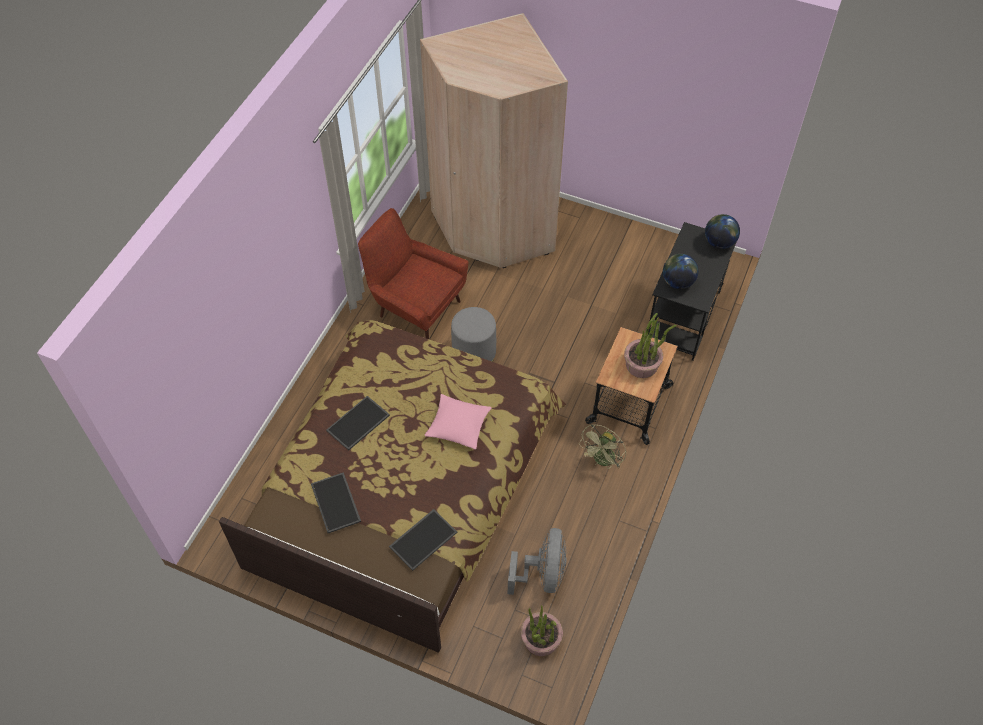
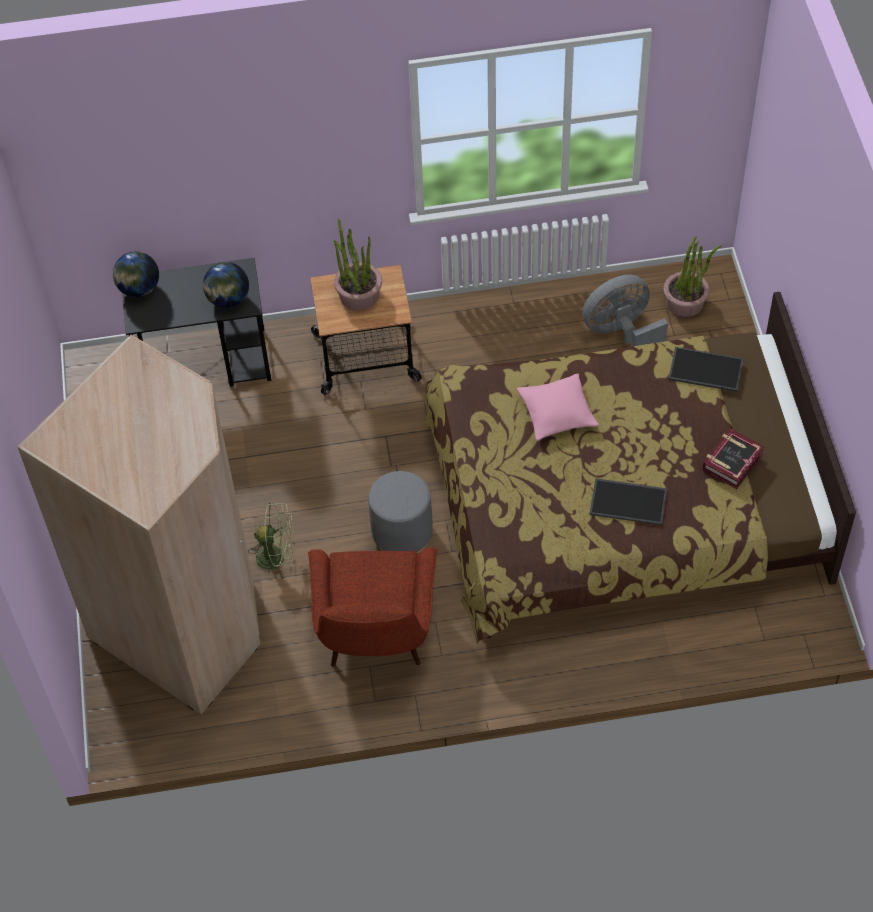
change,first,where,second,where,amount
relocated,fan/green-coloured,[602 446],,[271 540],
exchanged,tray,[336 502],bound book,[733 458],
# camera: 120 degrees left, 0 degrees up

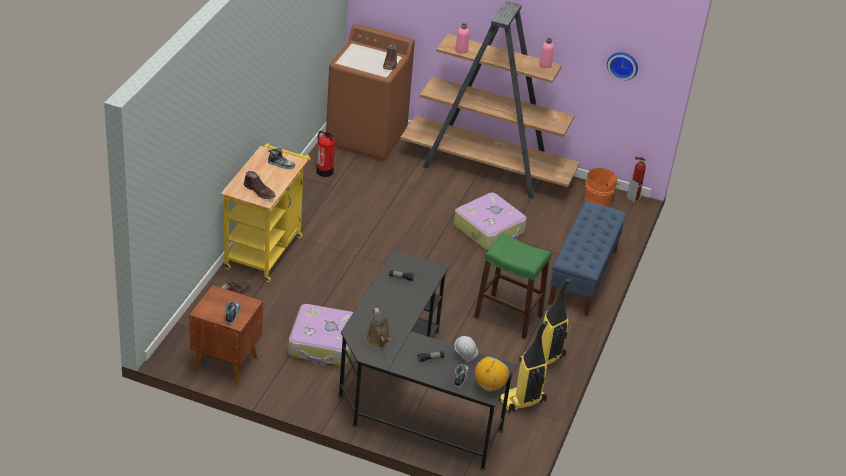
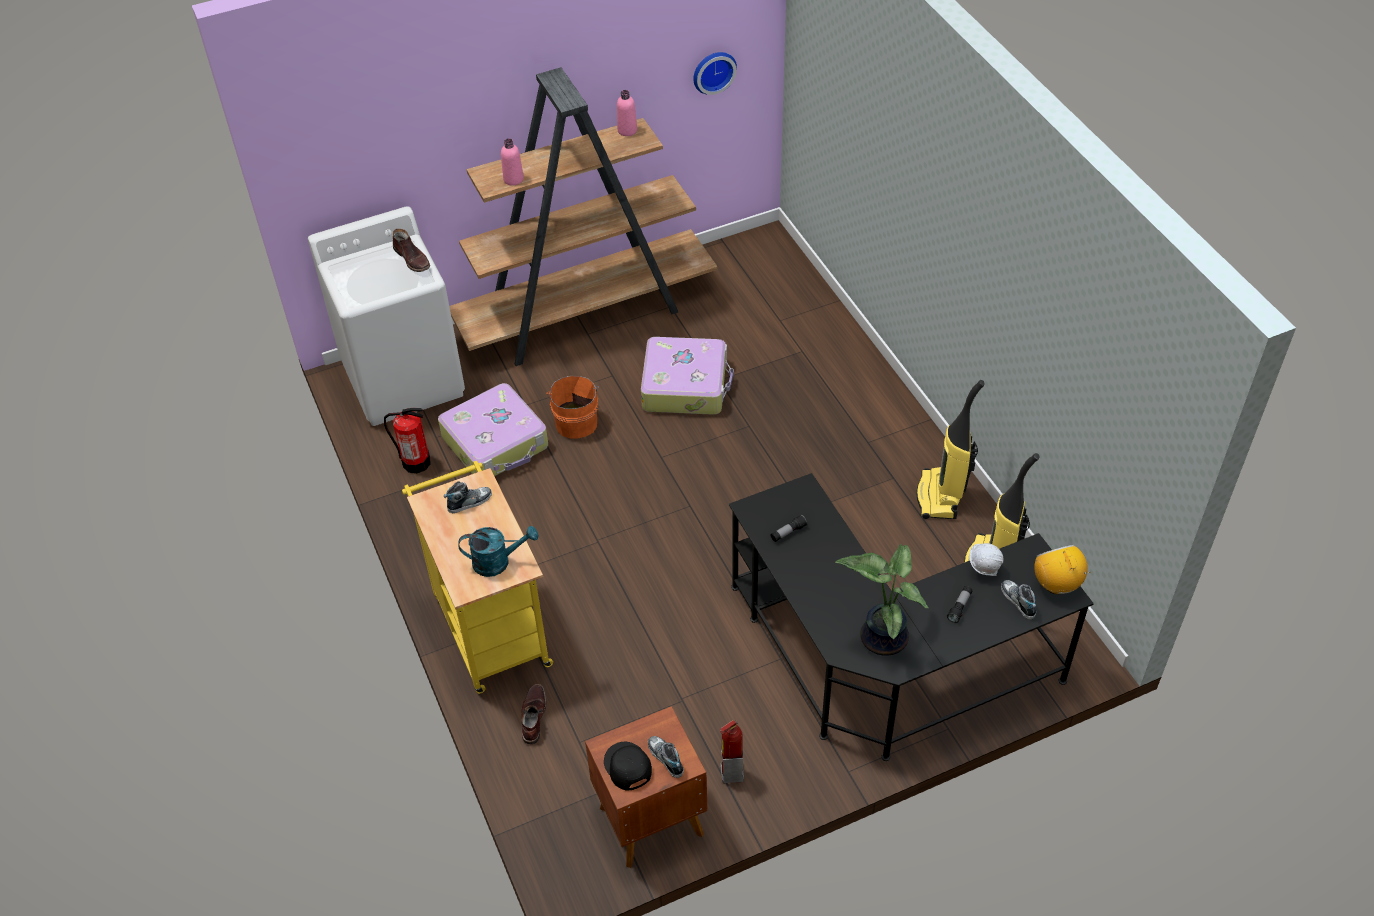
change,first,where,second,where,amount
missing,sitting stool/green-coloured,[512 286],,,
missing,indoor bench/bluish,[587 259],,,
appeared,,,baseball cap/black,[628 766],
relocated,suitcase,[320 334],,[493 429],
relocated,pail/orange-coloured,[602 187],,[572 407],
relocated,extinguisher,[636 179],,[732 751],
exchanged,high-top boot/brown-coloured,[260 185],watering can/turquoise,[498 551],
exchanged,watering can/brown-coloured,[378 328],plant in a pot,[881 600],
colour,laundry appliance/brown-coloured,[370 93],laundry appliance/white,[386 316],
# camera: 40 degrees left, 10 degrees up

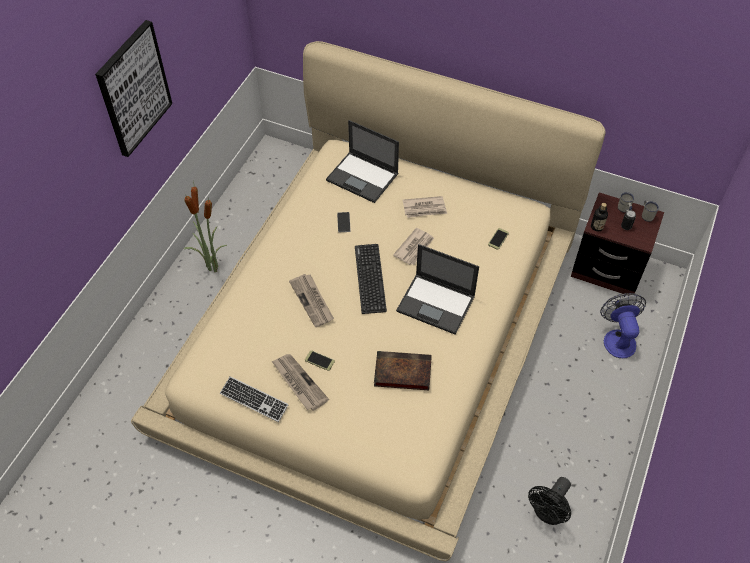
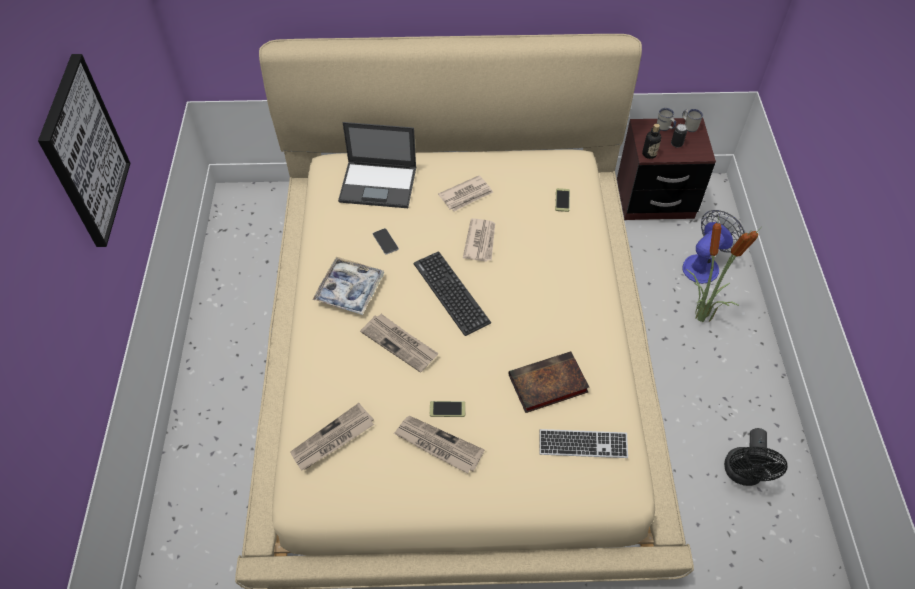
change,first,where,second,where,amount
missing,portable computer,[437 289],,,
appeared,,,daily paper,[332 436],
appeared,,,tray,[348 286],
relocated,plant in a pot,[205 225],,[723 269],
relocated,PC keyboard,[254 399],,[584 443],
spun,fan,[623 325],,[714 247],75 degrees clockwise
# camera: 25 degrees left, 0 degrees up

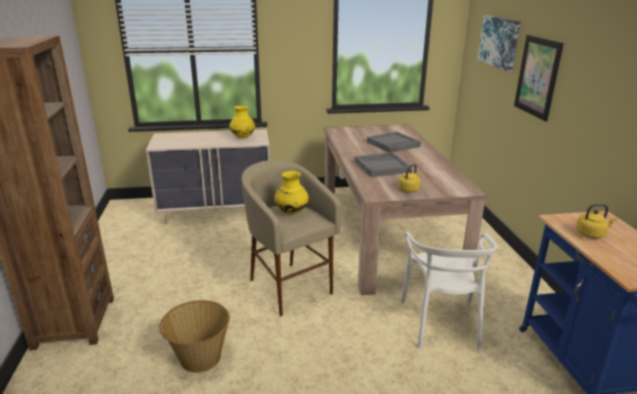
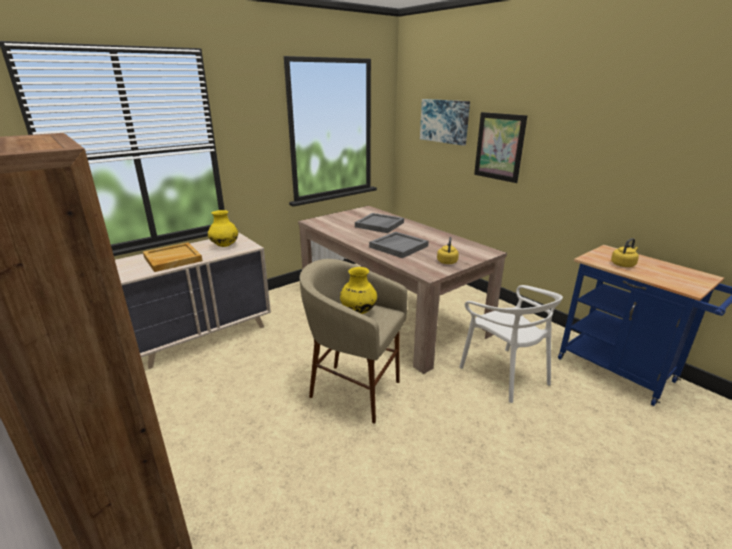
change,first,where,second,where,amount
missing,basket,[195 336],,,
appeared,,,tray/sand-coloured,[173 257],
# camera: 30 degrees left, 0 degrees up

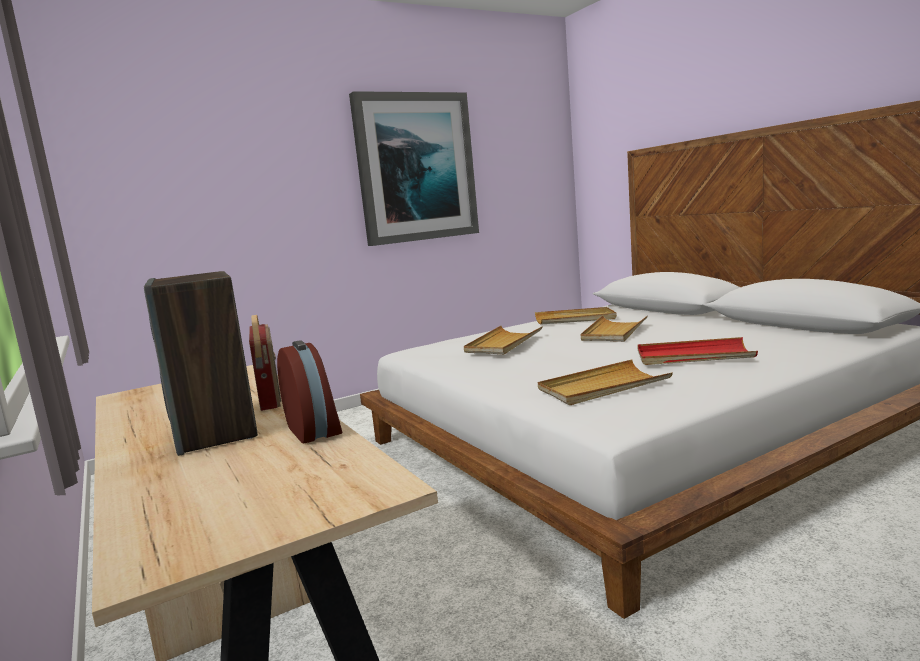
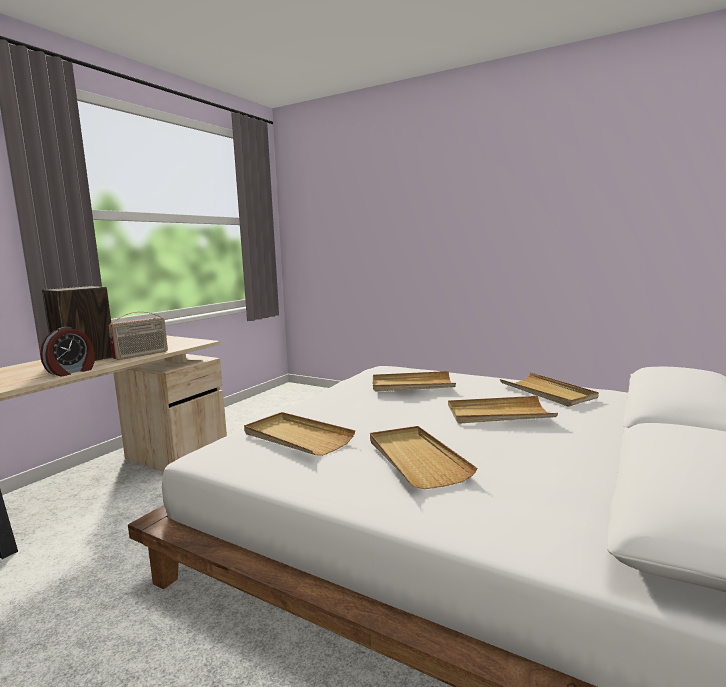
change,first,where,second,where,amount
missing,wall art,[414 168],,,
colour,tray/red,[697 351],tray/sand-coloured,[423 457],
# camera: 60 degrees right, 0 degrees up

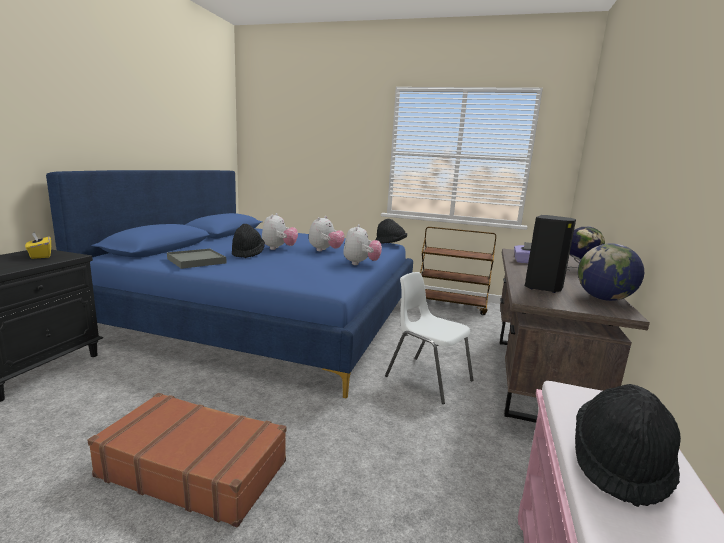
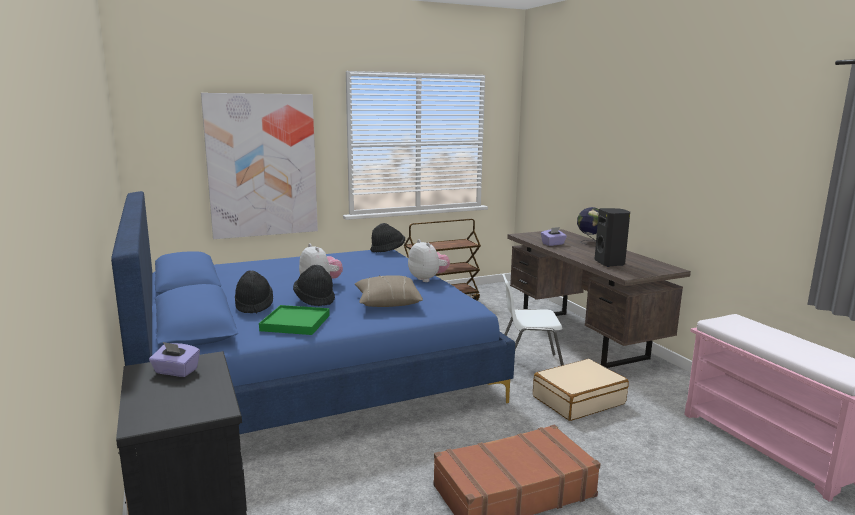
change,first,where,second,where,amount
missing,soft toy,[327 233],,,
missing,globe,[611 272],,,
appeared,,,wall art,[259 166],
appeared,,,throw pillow/sand-coloured,[389 291],
appeared,,,suitcase/sand-coloured,[581 390],
relocated,clothing hat/black,[628 445],,[254 291],
colour,tissue box/yellow,[38 245],tissue box/purple,[174 359],
colour,tray/greyish,[197 259],tray/green-coloured,[294 320],
# camera: 40 degrees left, 0 degrees up

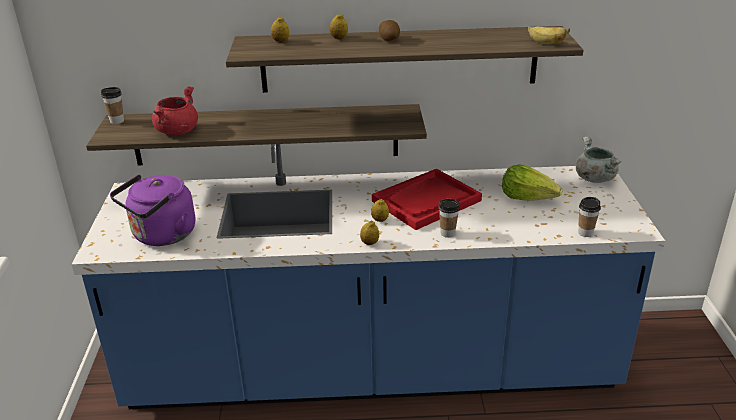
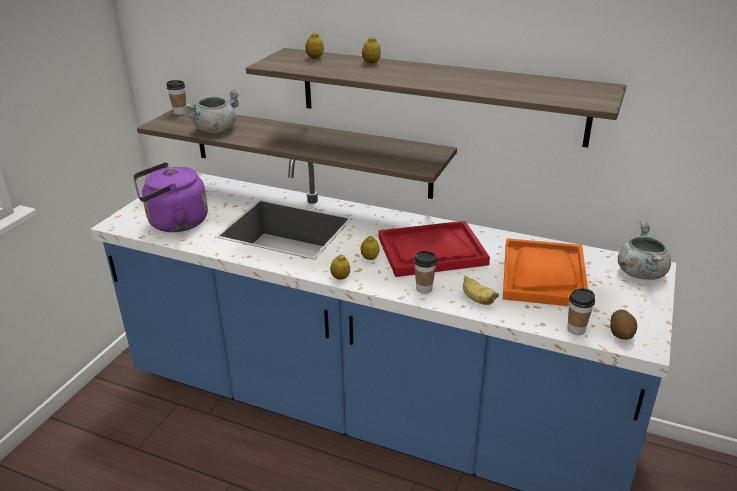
change,first,where,second,where,amount
relocated,spud,[389 30],,[623 325],
relocated,whole banana,[549 35],,[481 290],
exchanged,head of lettuce,[532 182],tray/orange-coloured,[545 272],
colour,cooking pot/red,[175 110],cooking pot/greyish,[212 111],
# camera: 25 degrees right, 0 degrees up

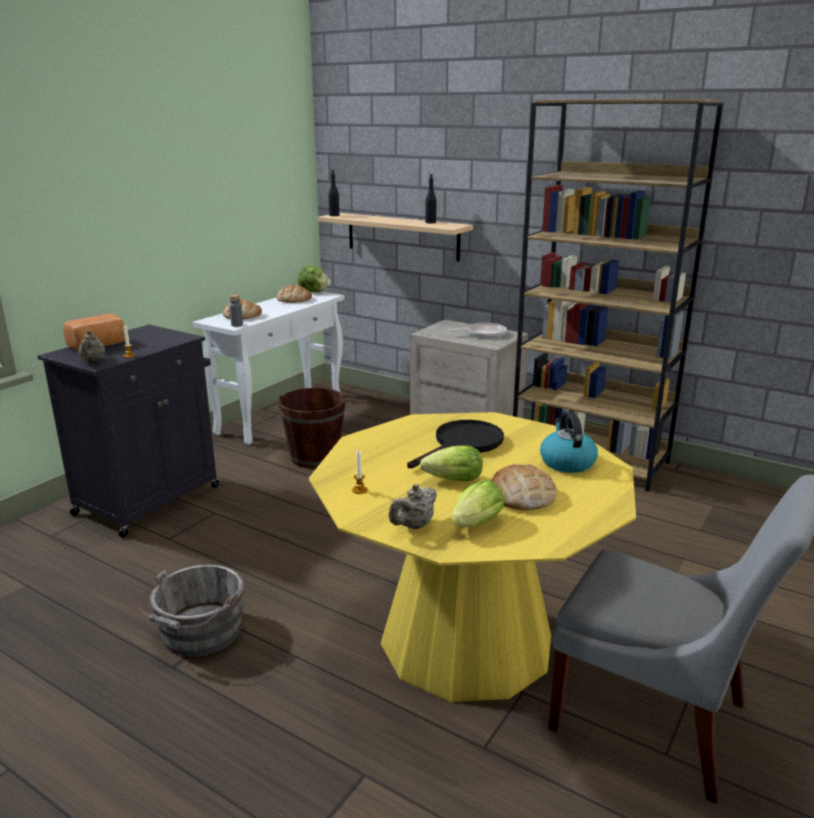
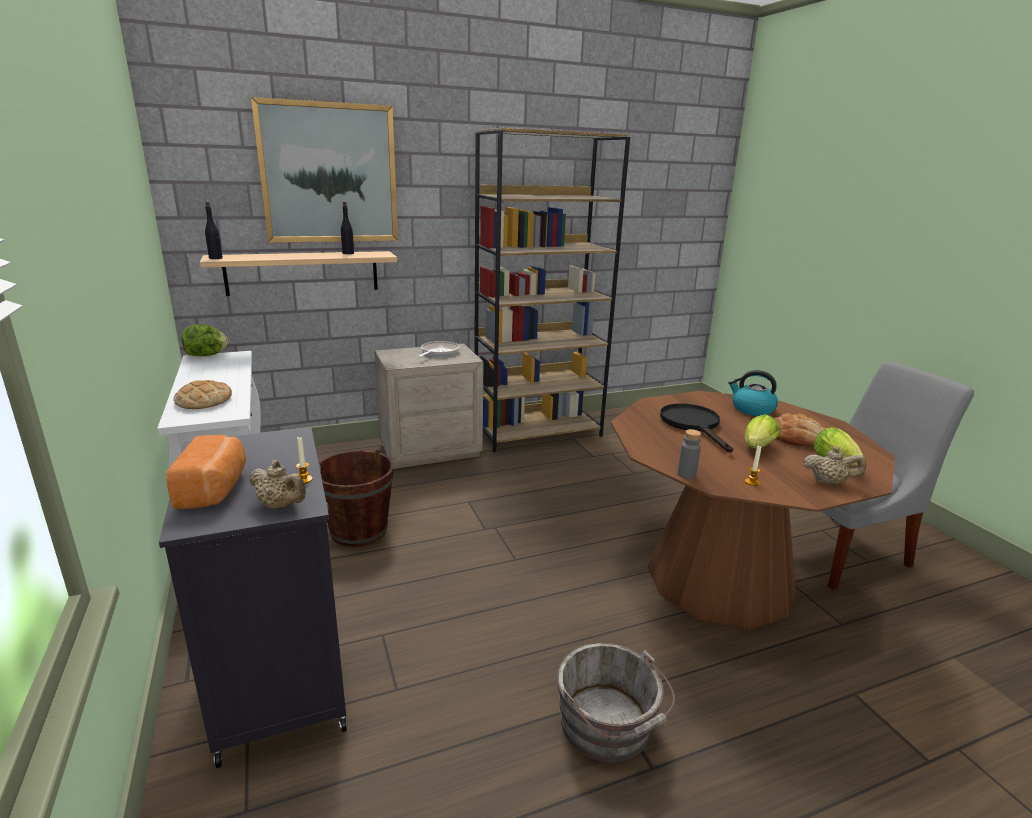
change,first,where,second,where,amount
missing,bakery bread,[294 294],,,
appeared,,,wall art,[324 170],
relocated,drink bottle/greyish,[236 311],,[689 454],
colour,dining table/yellow,[472 557],dining table/brown-coloured,[753 510],
spun,tea pot/sand-coloured,[413 506],,[834 466],60 degrees counterclockwise
# camera: 55 degrees left, 0 degrees up

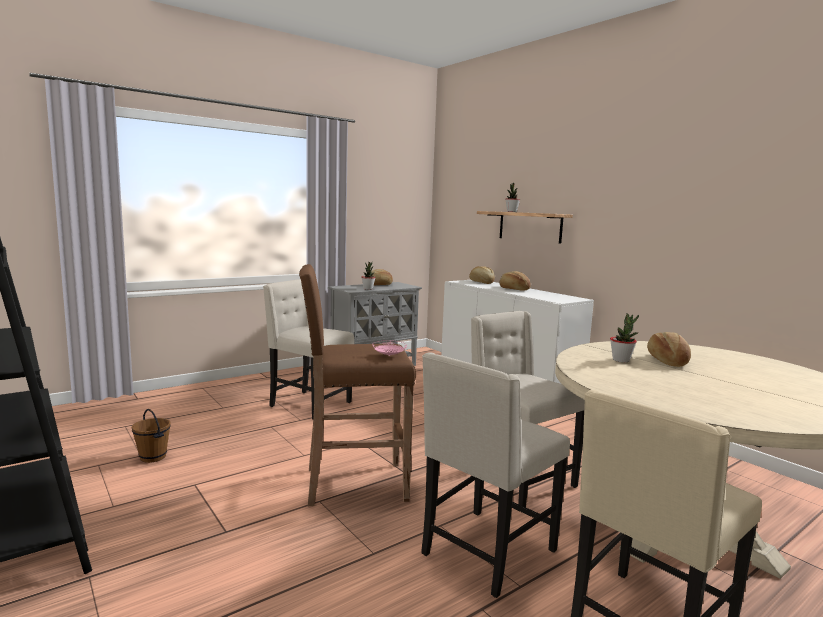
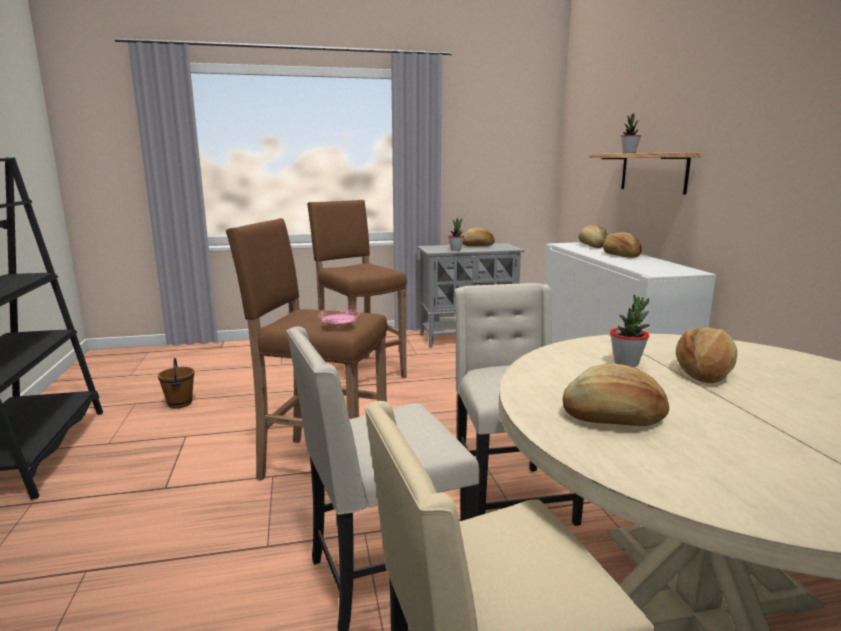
change,first,where,second,where,amount
appeared,,,bakery bread,[615 395],
exchanged,upright chair/sand-coloured,[308 349],sitting stool/brown-coloured,[357 289],
# camera: 25 degrees right, 5 degrees up

